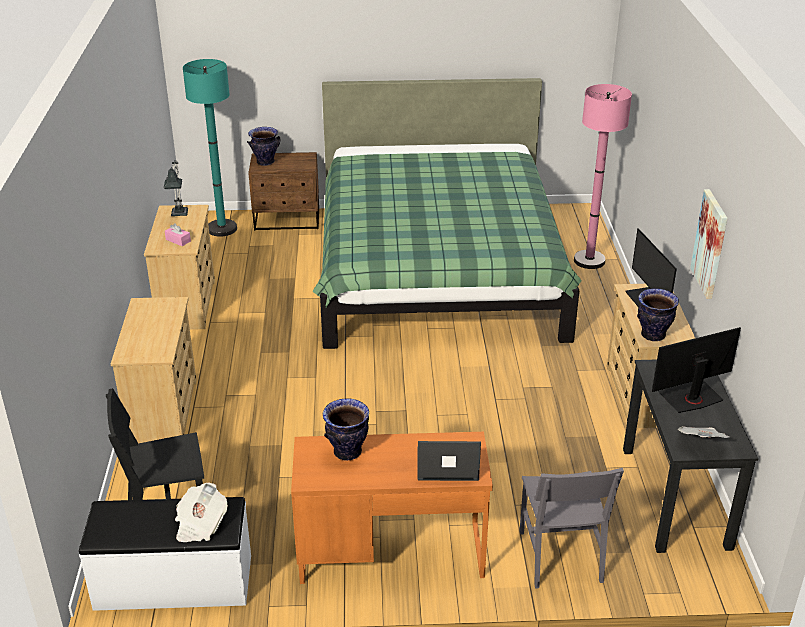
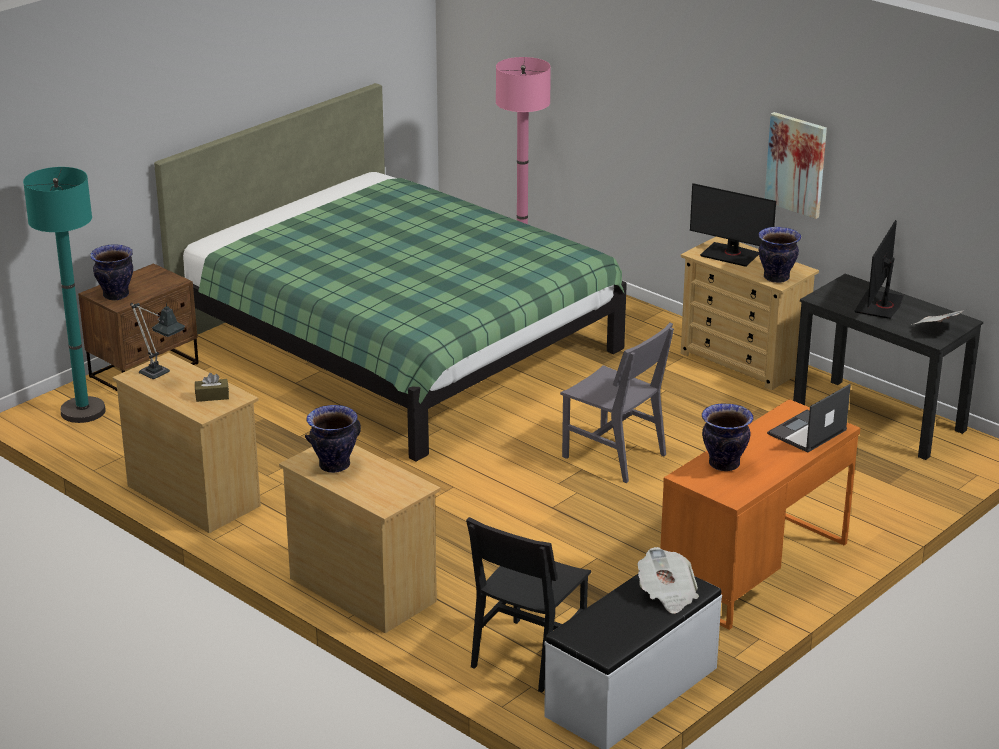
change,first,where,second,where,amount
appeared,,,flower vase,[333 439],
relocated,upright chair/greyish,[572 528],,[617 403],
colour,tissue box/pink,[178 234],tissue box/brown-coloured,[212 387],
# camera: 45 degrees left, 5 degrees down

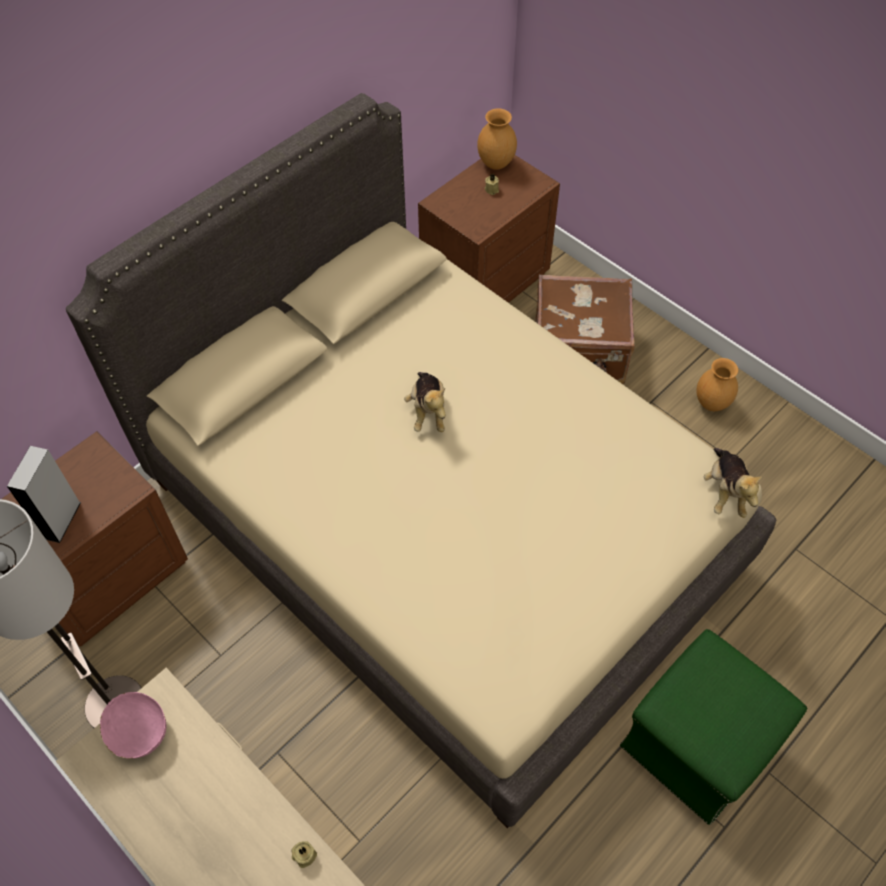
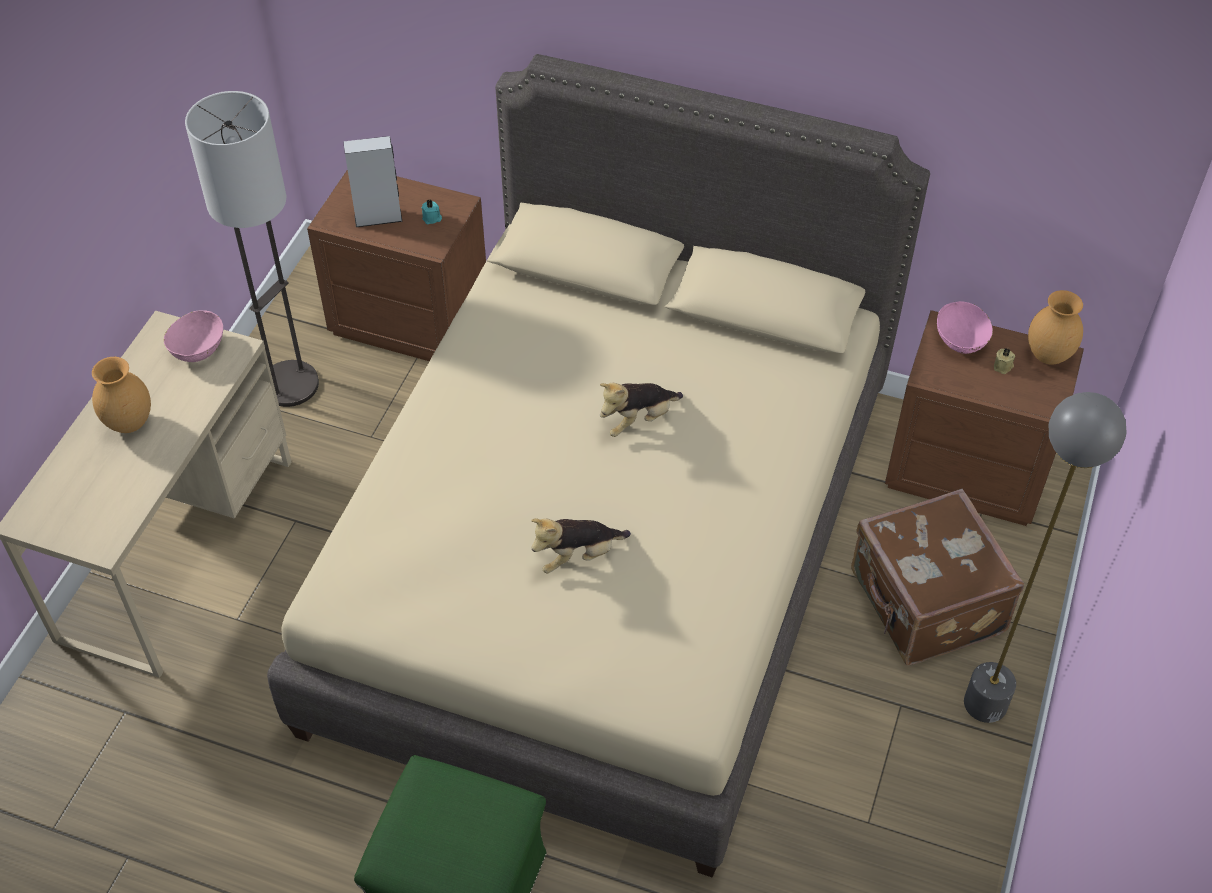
change,first,where,second,where,amount
missing,wax candle/sand-coloured,[304 854],,,
appeared,,,wax candle/turquoise,[432 211],
appeared,,,bowl/pink,[965 327],
appeared,,,standing lamp/greyish,[1045 557],
relocated,flower vase/brown-coloured,[717 384],,[121 395],
relocated,soft toy,[734 483],,[581 545],
# camera: 65 degrees right, 5 degrees down

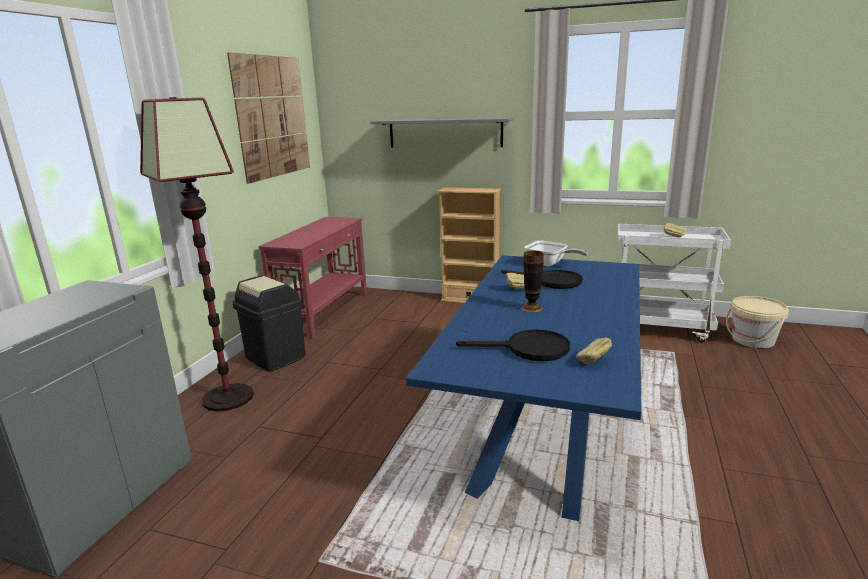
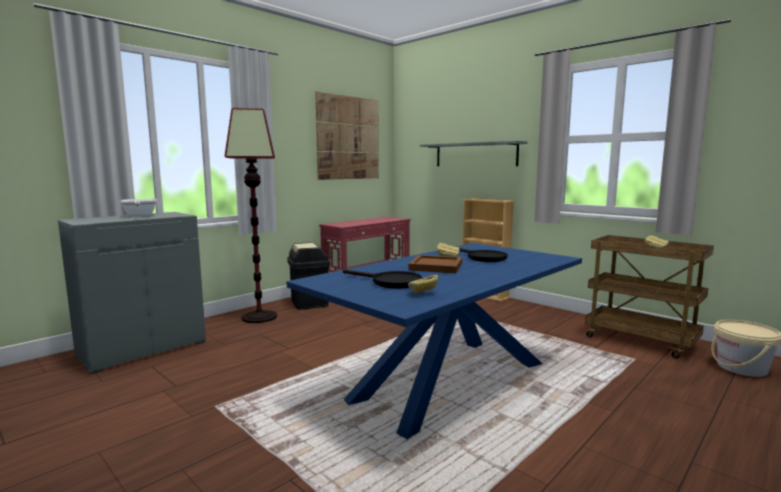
change,first,where,second,where,amount
relocated,skillet,[556 253],,[139 208],
exchanged,flower vase,[532 281],tray/brown-coloured,[435 264],
colour,cart/white,[674 283],cart/brown-coloured,[649 297],
# camera: 25 degrees right, 10 degrees down

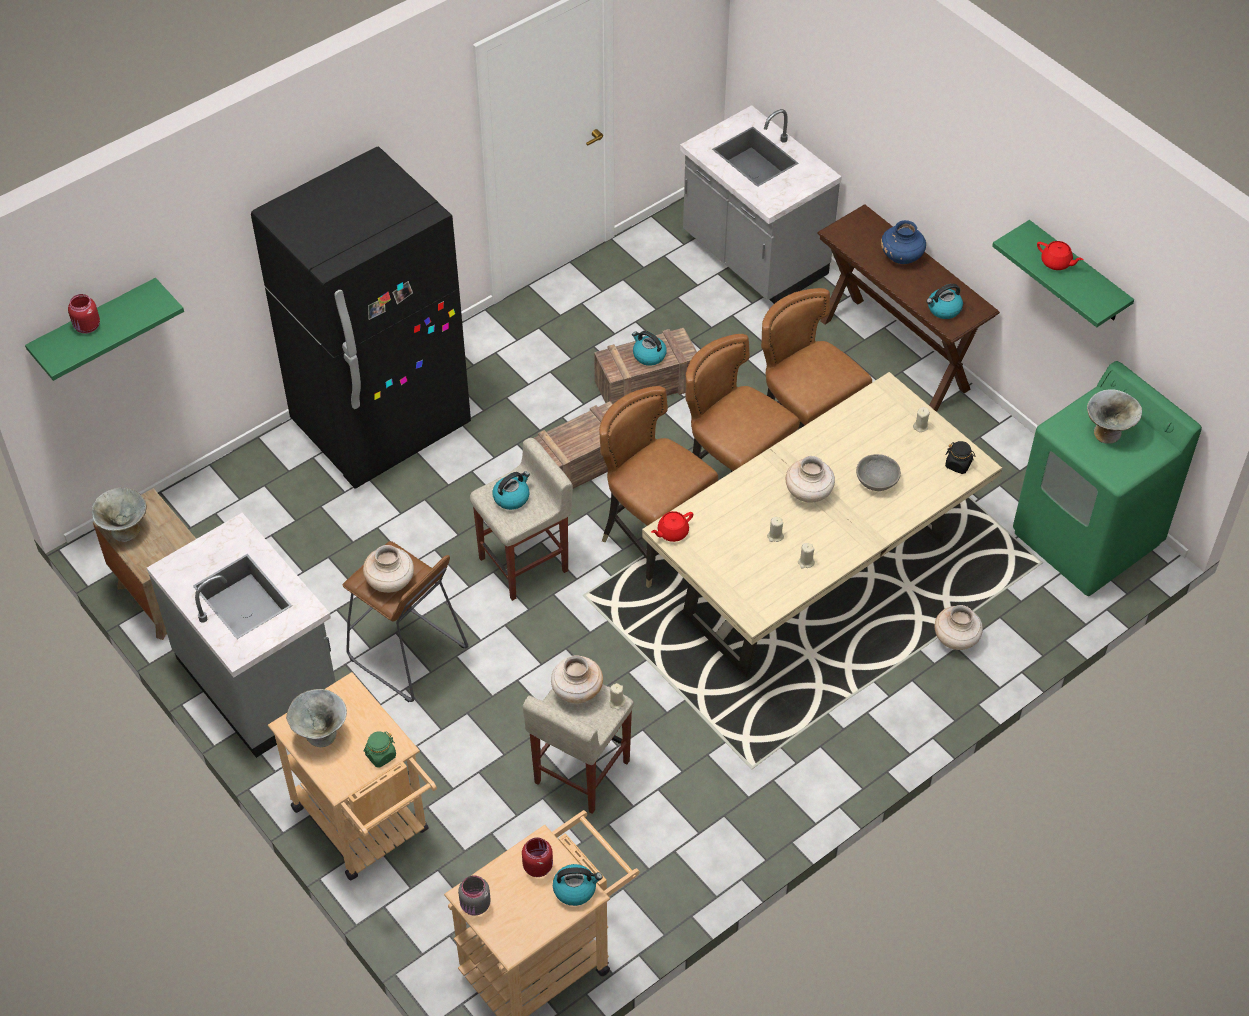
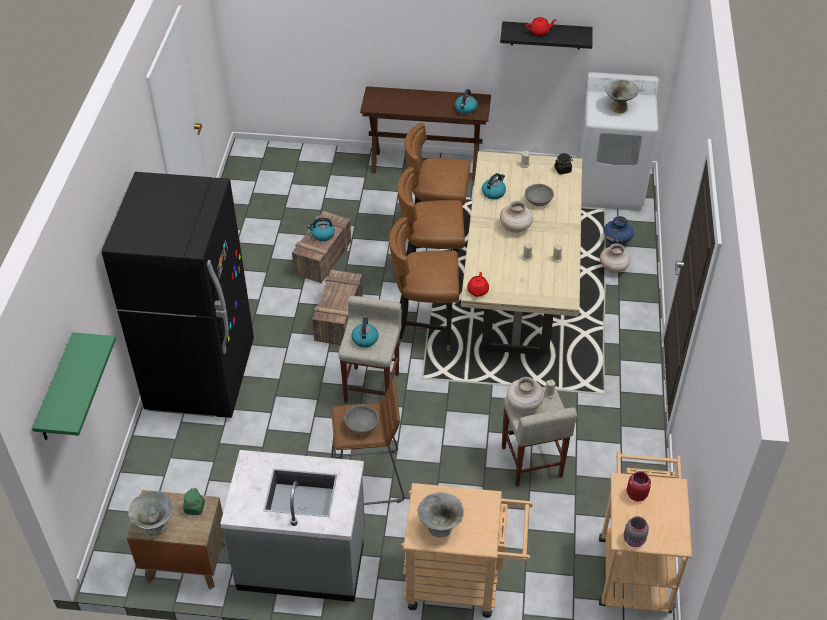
change,first,where,second,where,amount
missing,preserve jar/red,[84 314],,,
missing,kitchen counter/greyish,[761 204],,,
relocated,preserve jar/green-coloured,[380 749],,[194 501],
relocated,kettle,[577 885],,[494 186],
relocated,flower vase/bluish,[903 242],,[618 230],
exchanged,flower vase/sand-coloured,[388 569],bowl/greyish,[361 419],
colour,wall shelf/green-coloured,[1063 273],wall shelf/black,[546 35],
colour,laundry appliance/green-coloured,[1107 478],laundry appliance/white,[618 141],
# camera: 45 degrees left, 5 degrees down

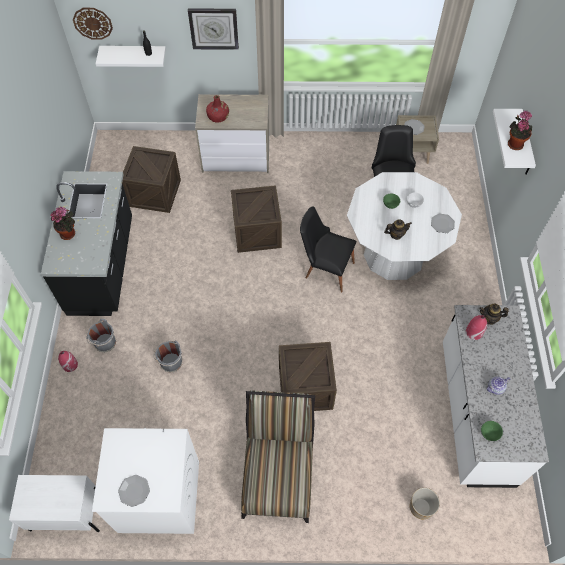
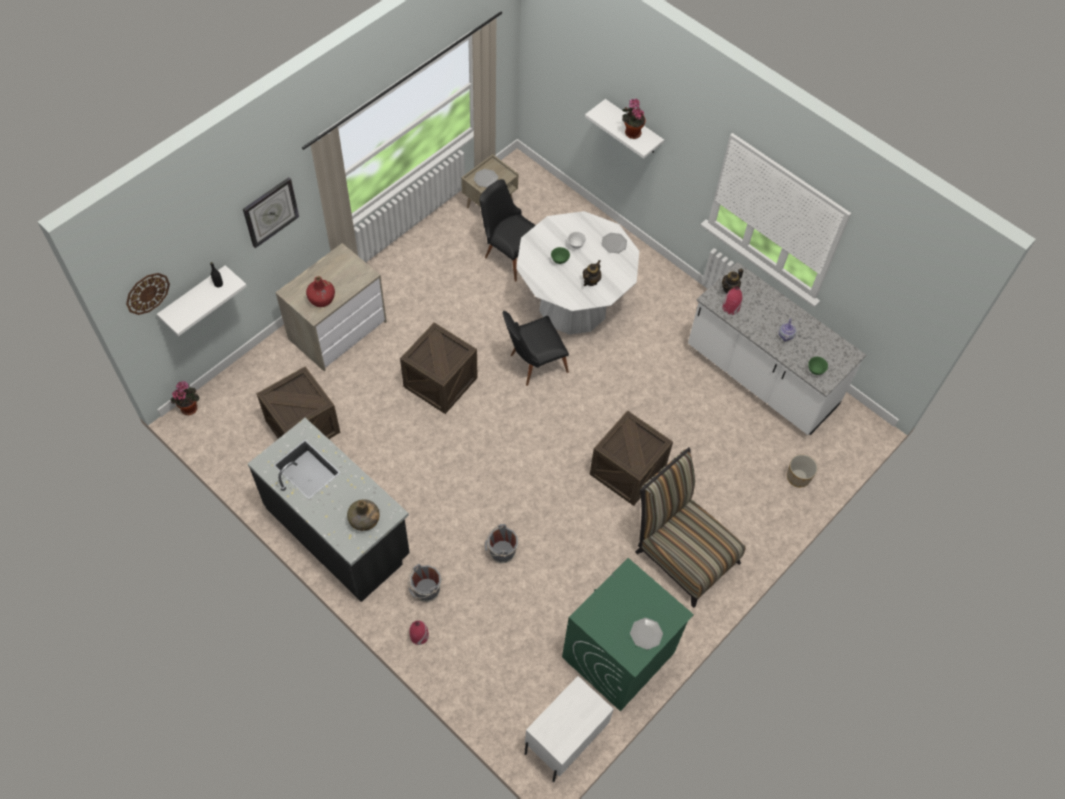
change,first,where,second,where,amount
appeared,,,drink bottle/green-coloured,[363 515],
relocated,plant in a pot,[62 223],,[184 398],
colour,laundry appliance/white,[145 481],laundry appliance/green-coloured,[628 634],
# camera: 50 degrees left, 0 degrees up

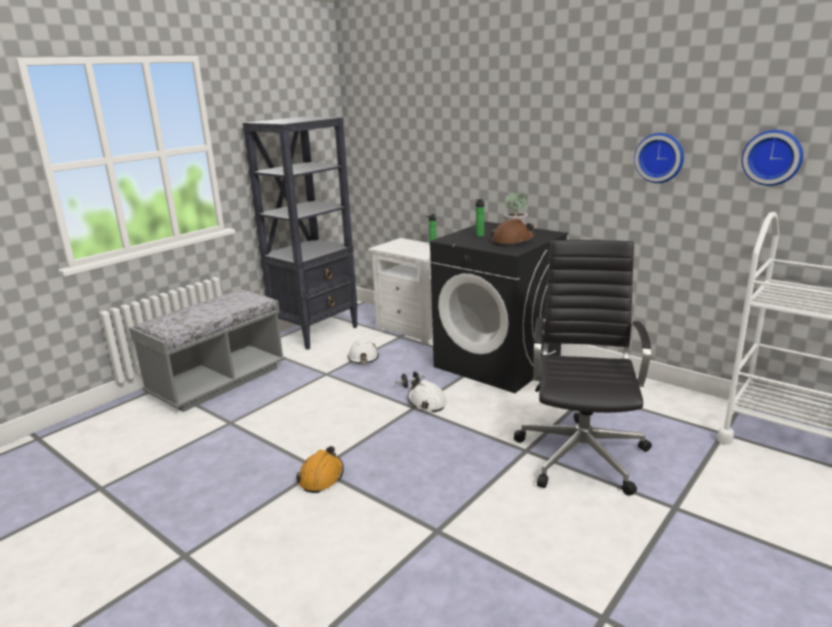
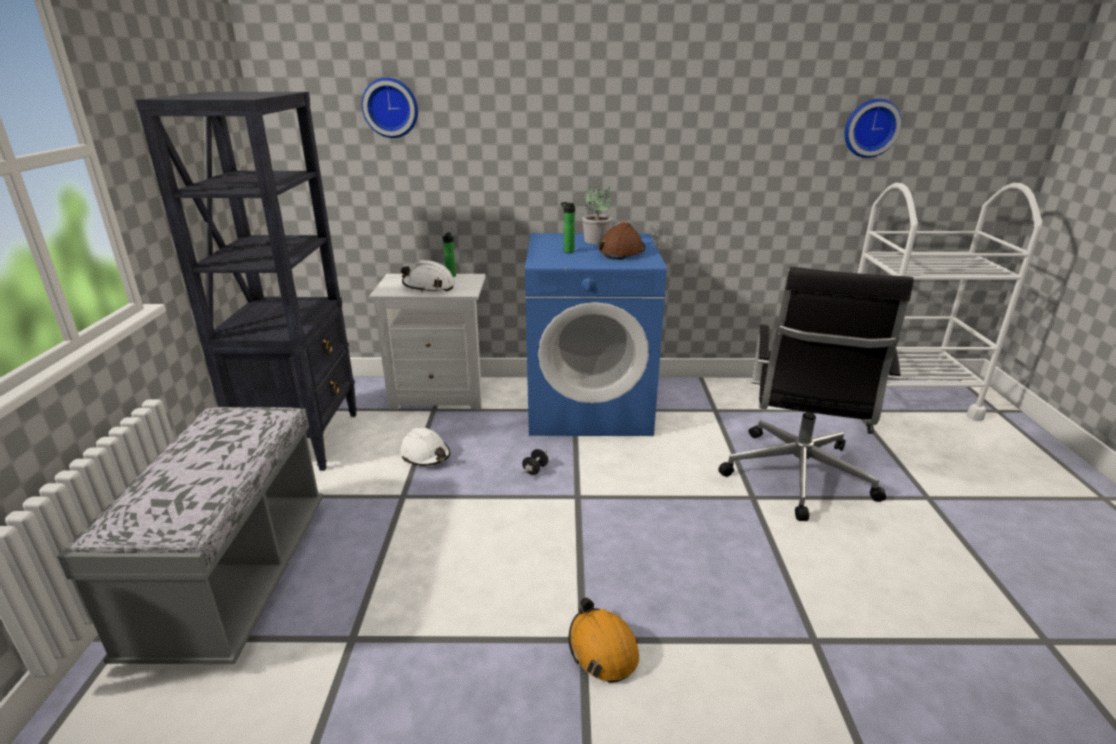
change,first,where,second,where,amount
relocated,safety helmet/white,[427 396],,[428 276],
relocated,clock on the wall,[659 158],,[390 108],
colour,laundry appliance/black,[499 307],laundry appliance/bluish,[596 334],
spun,computer chair/black,[583 368],,[816 394],135 degrees counterclockwise
# camera: 40 degrees left, 5 degrees up

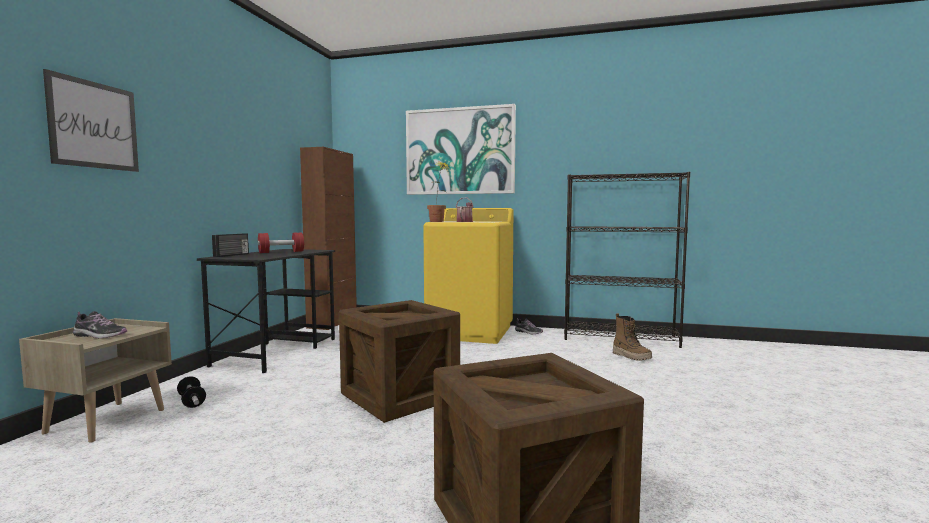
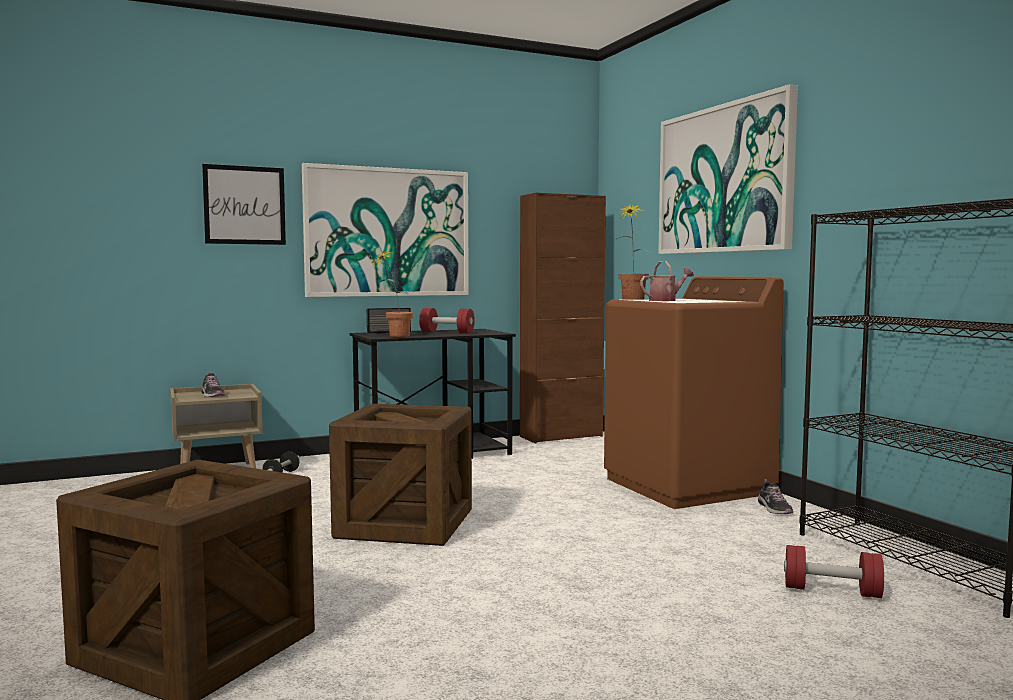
change,first,where,second,where,amount
appeared,,,wall art,[385 230],
appeared,,,plant in a pot,[393 293],
exchanged,high-top boot,[632 337],hand weight/red,[834 571],
colour,laundry appliance/yellow,[468 276],laundry appliance/brown-coloured,[694 392],
# camera: 50 degrees right, 0 degrees up

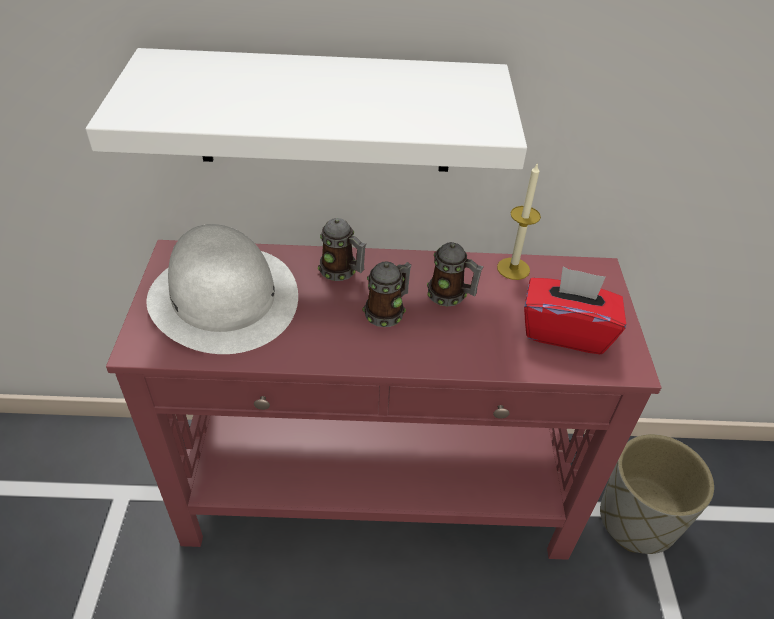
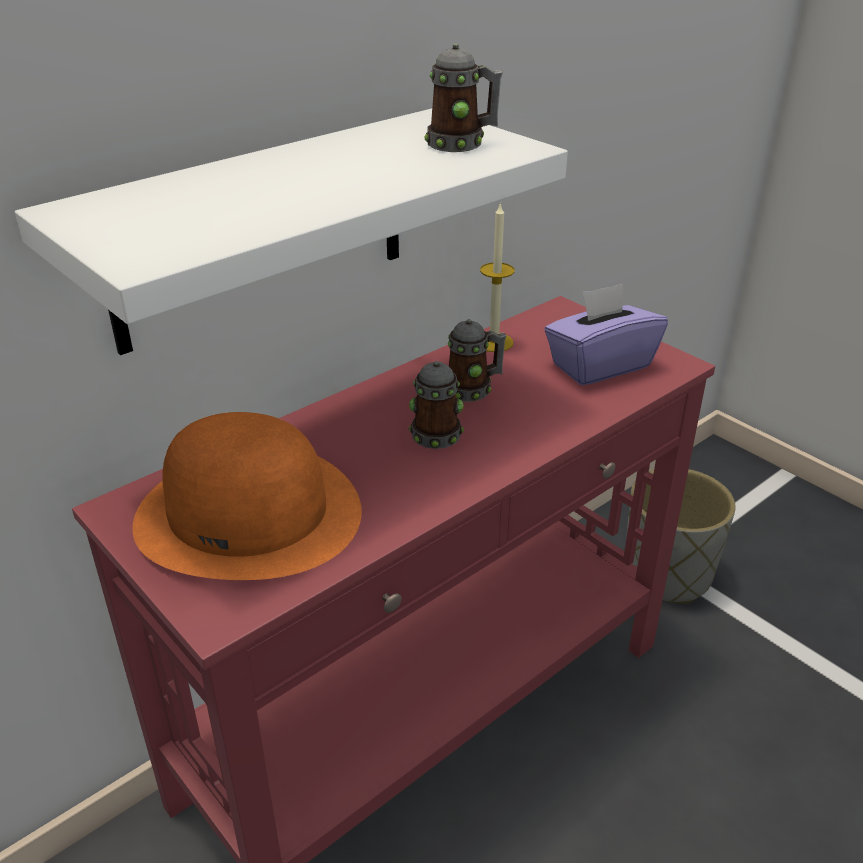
change,first,where,second,where,amount
relocated,tea mug,[342 249],,[463 98],
colour,clothing hat/white,[222 289],clothing hat/orange-coloured,[247 496],
colour,tissue box/red,[575 310],tissue box/purple,[606 334],
# camera: 40 degrees left, 10 degrees down

